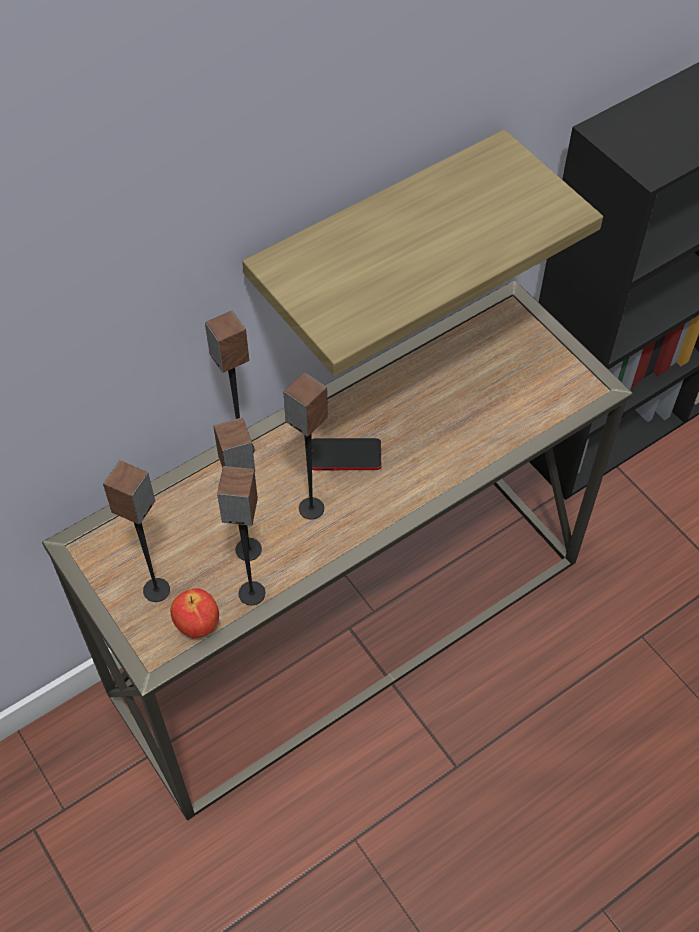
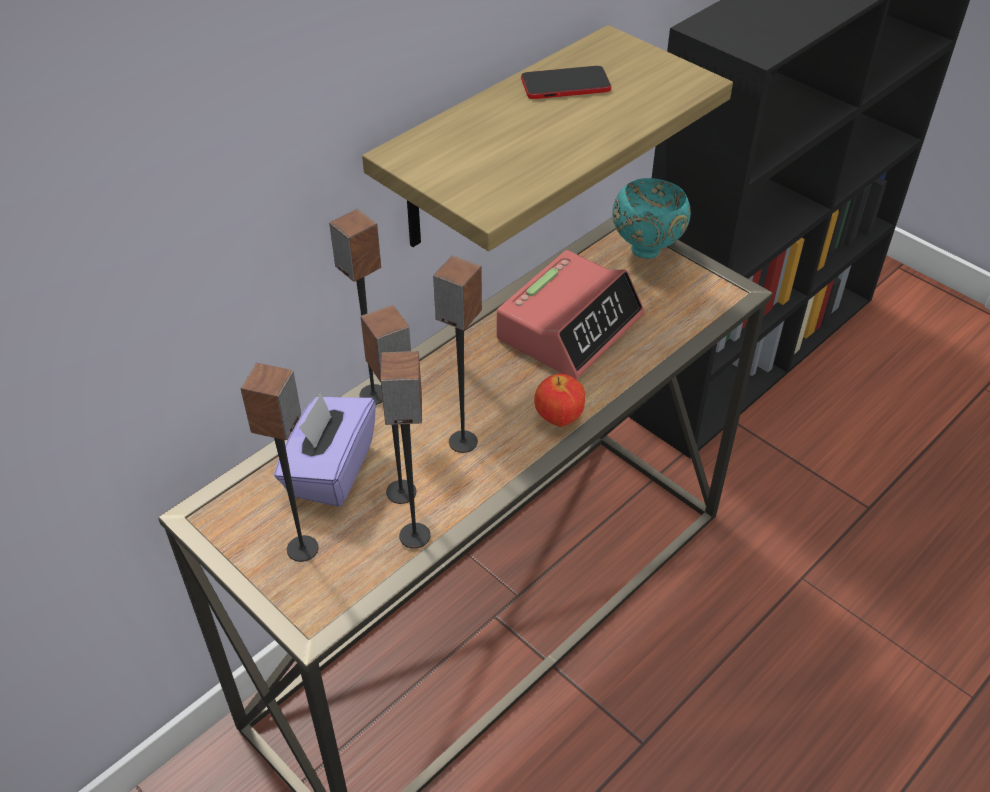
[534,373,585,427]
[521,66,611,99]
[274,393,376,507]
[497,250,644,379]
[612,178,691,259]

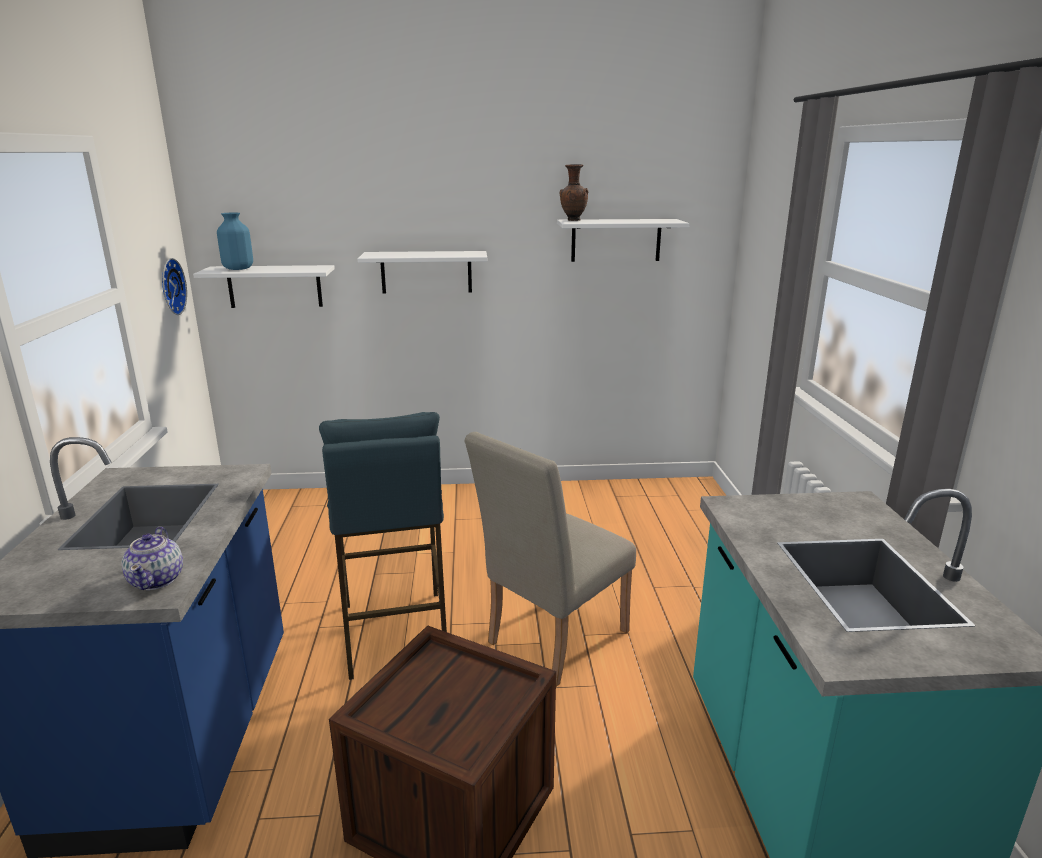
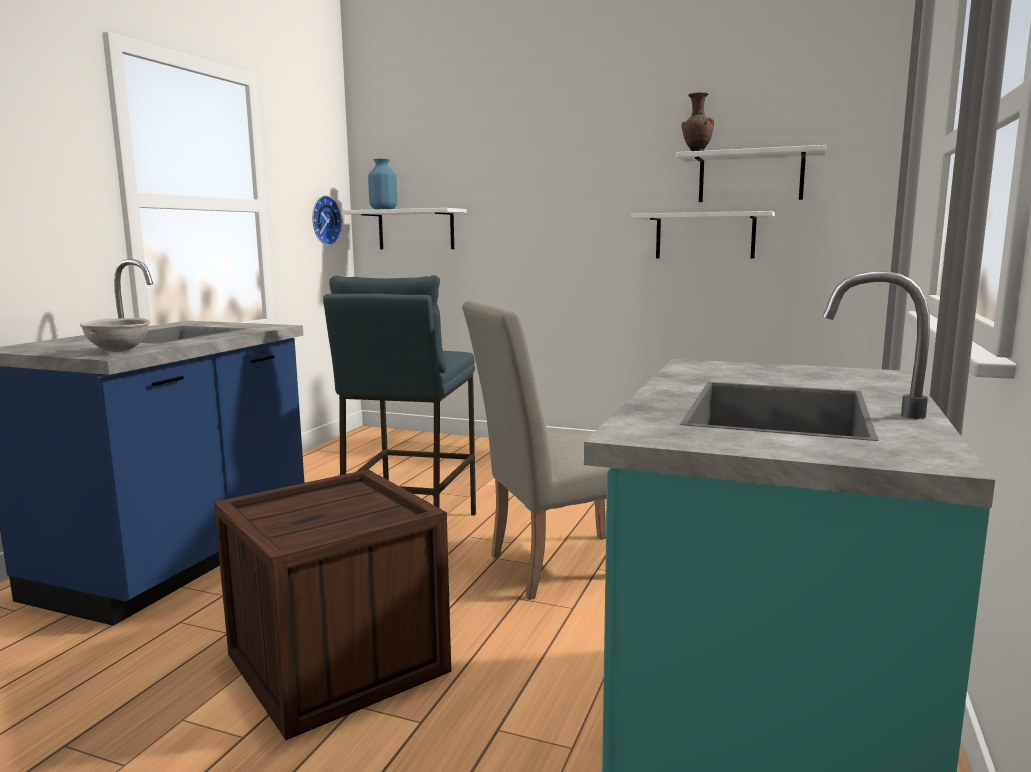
[80,318,150,352]
[631,211,775,259]

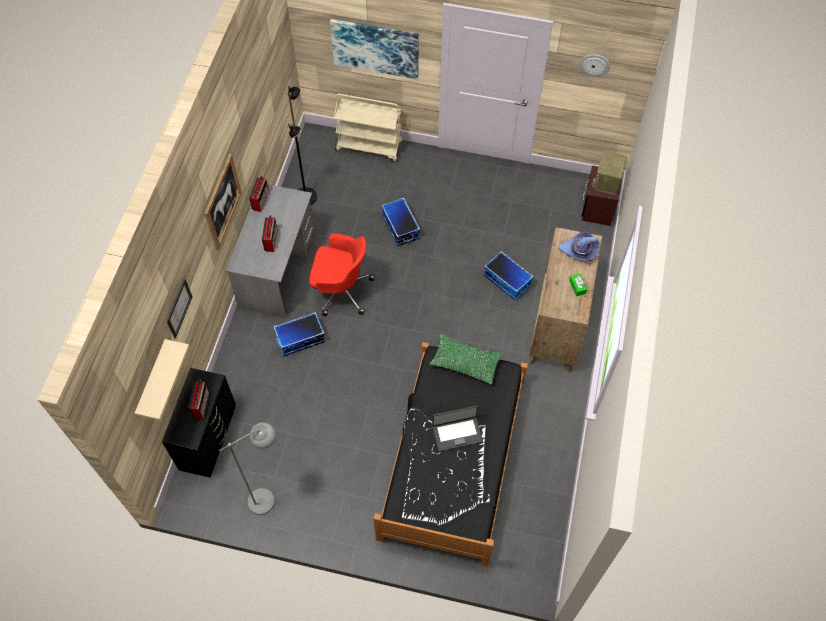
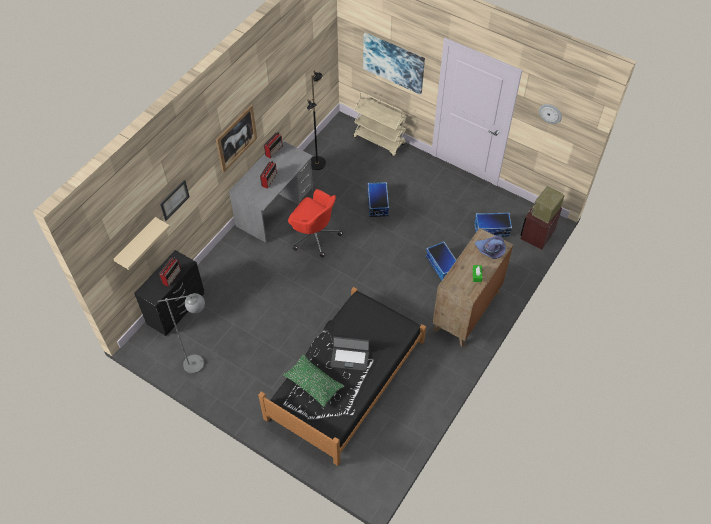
[474,212,512,237]
[283,354,345,407]

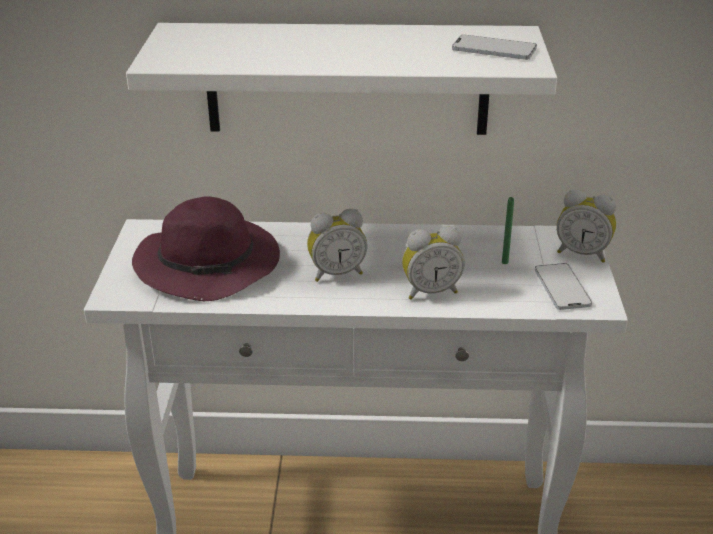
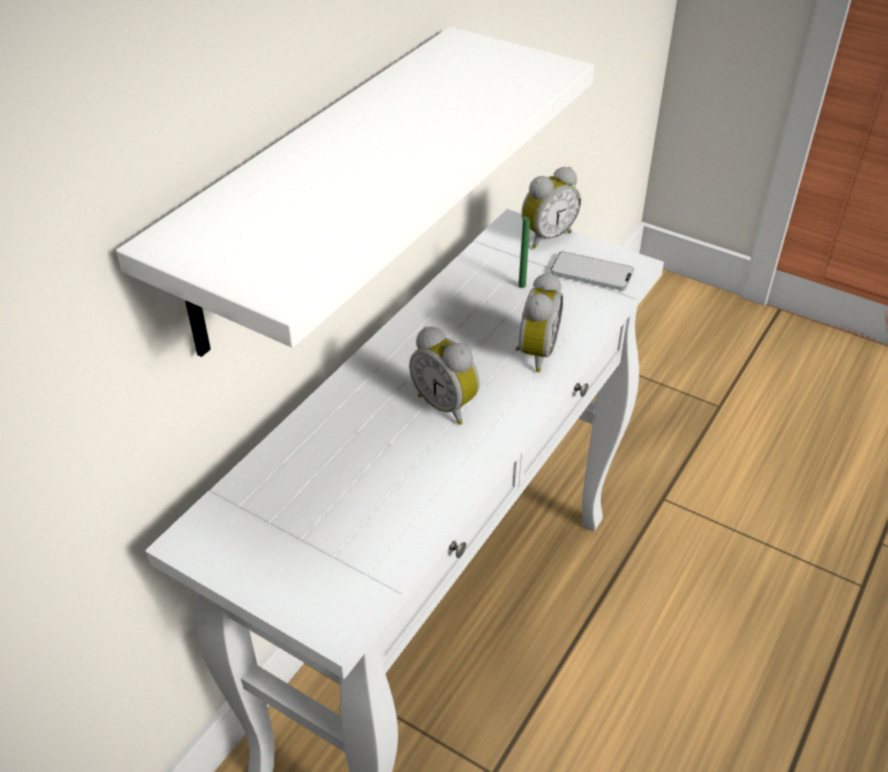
[132,196,280,301] (first image)
[409,326,480,425]
[452,35,537,60] (first image)

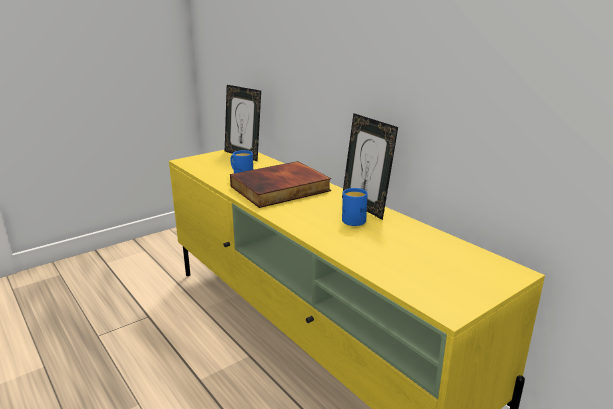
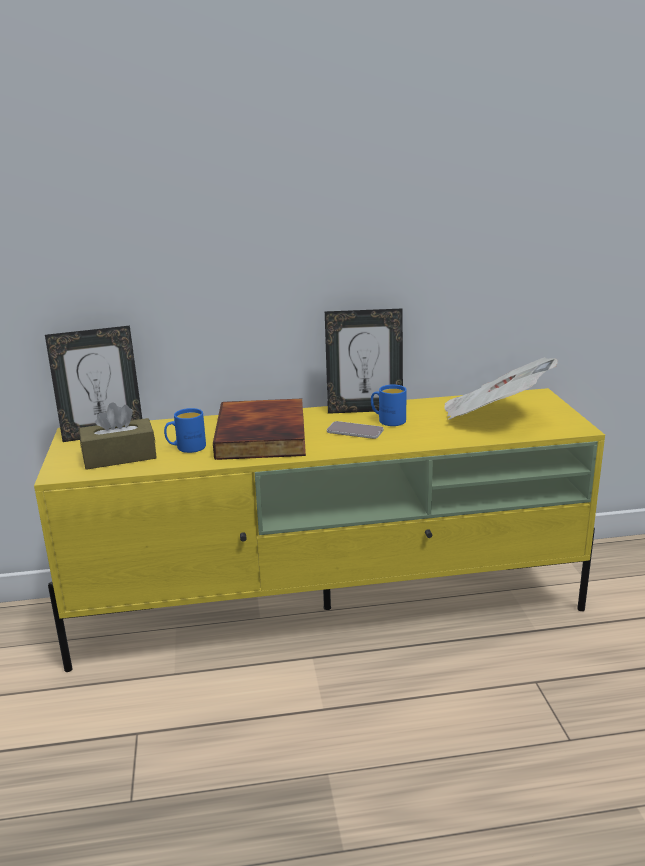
[79,402,157,470]
[327,421,384,439]
[444,357,558,420]

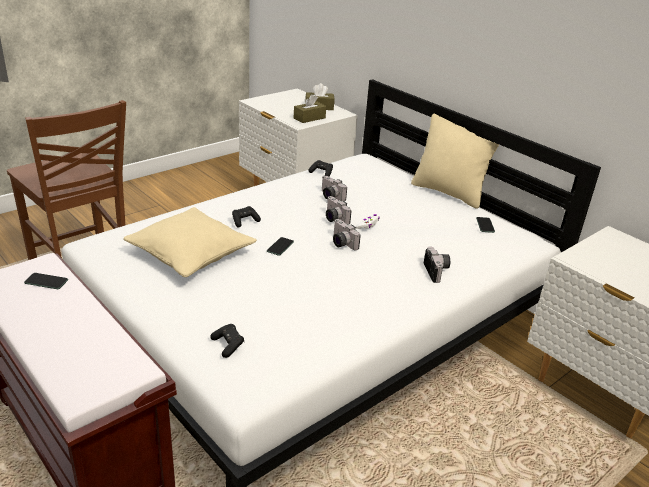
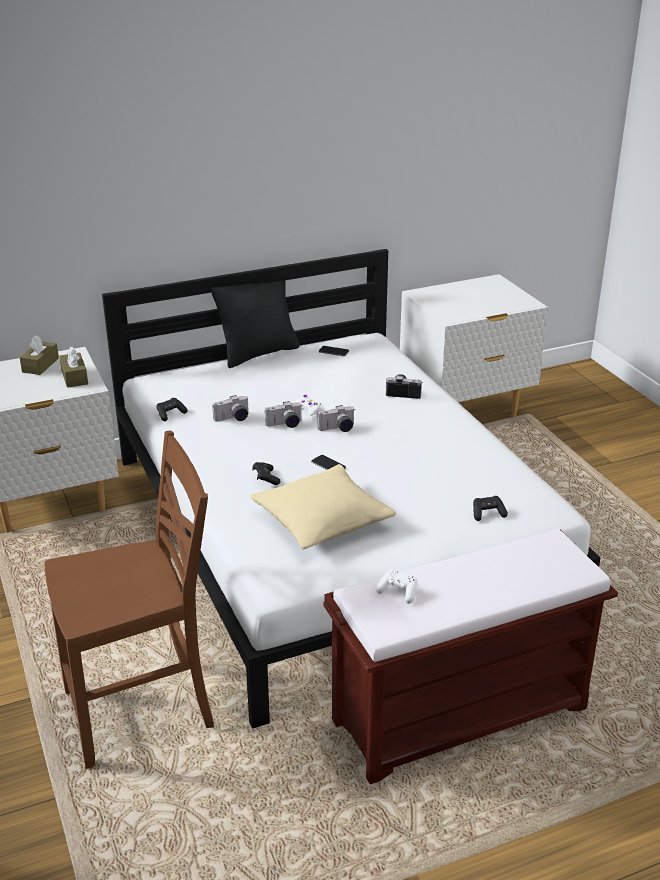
[376,569,417,604]
[211,281,300,368]

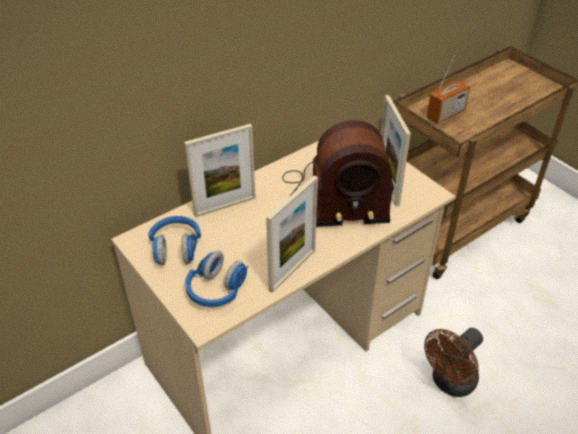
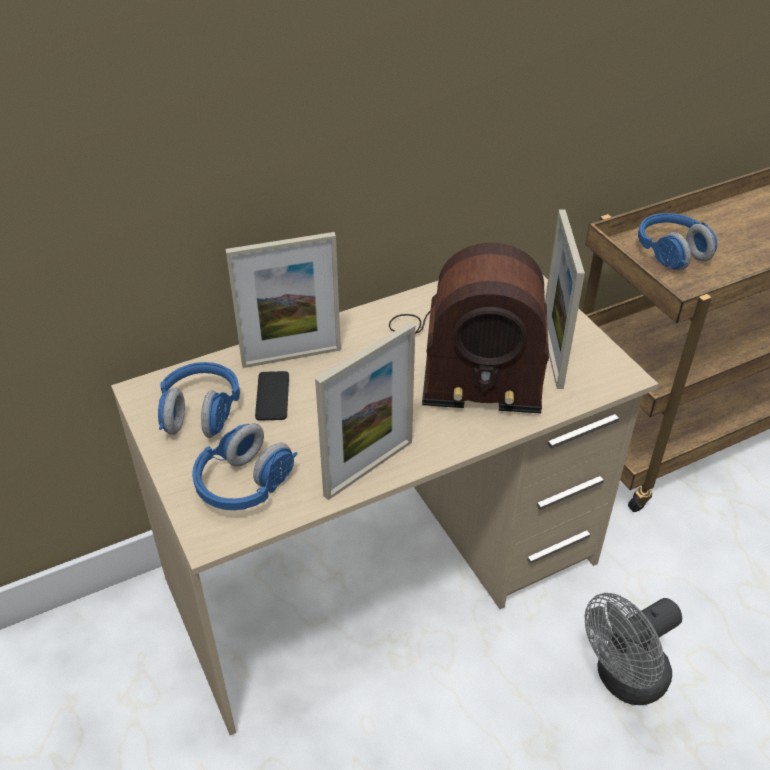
[585,593,682,705]
[638,213,717,270]
[255,371,289,420]

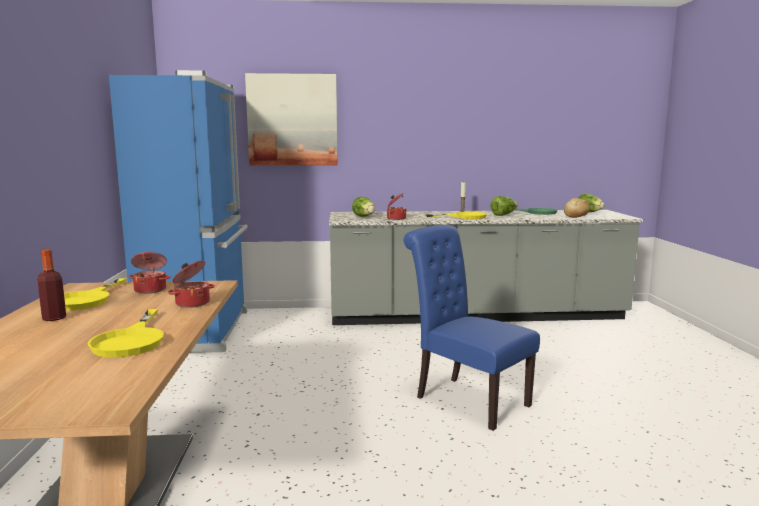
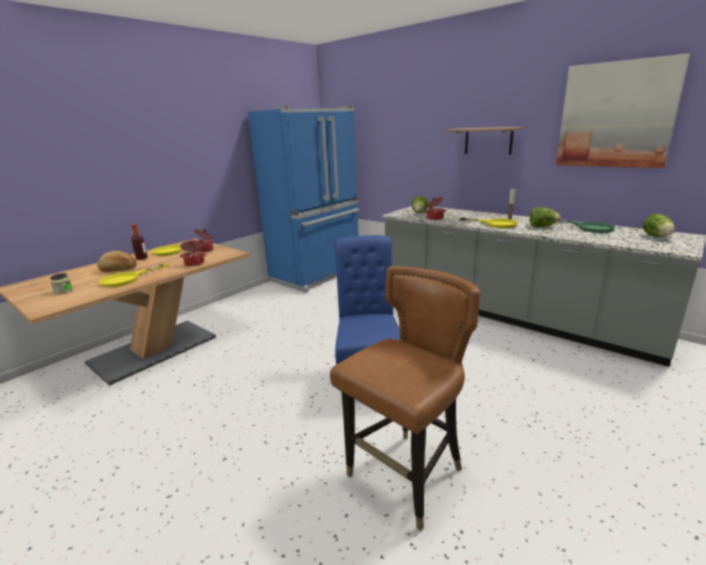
[556,53,690,168]
[98,251,137,272]
[50,273,73,294]
[330,266,480,531]
[445,127,524,155]

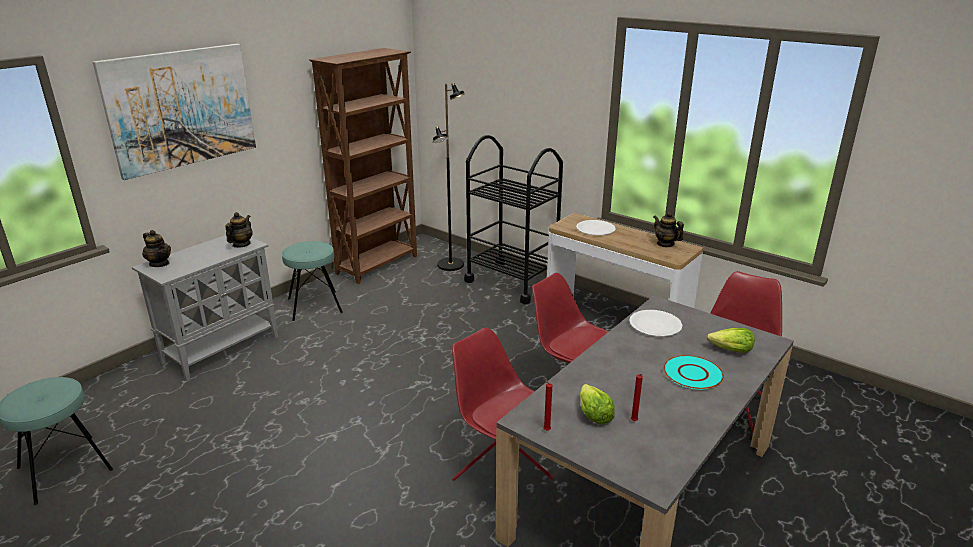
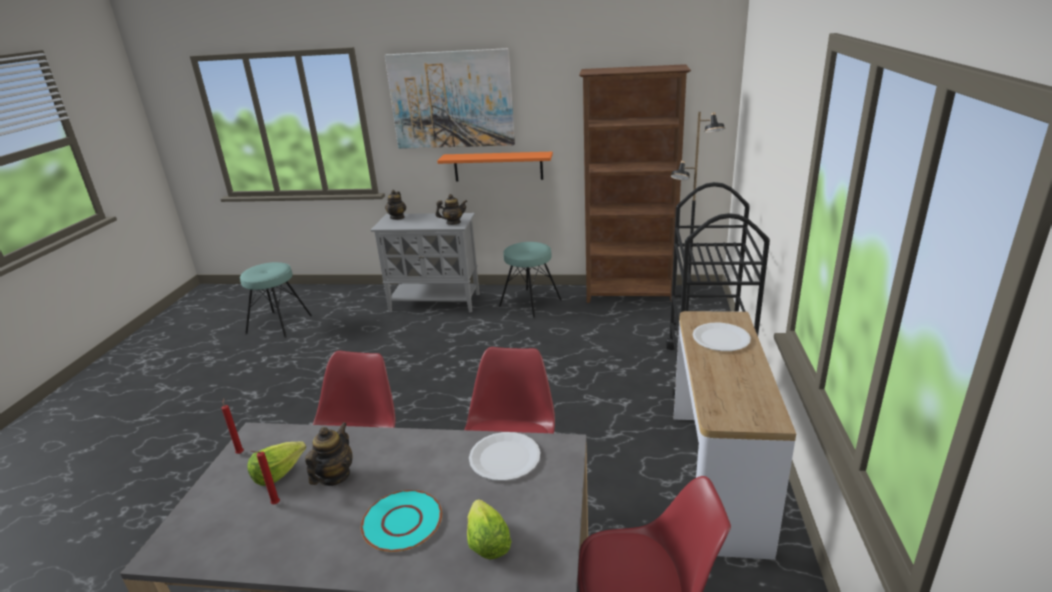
[305,422,352,486]
[437,152,553,181]

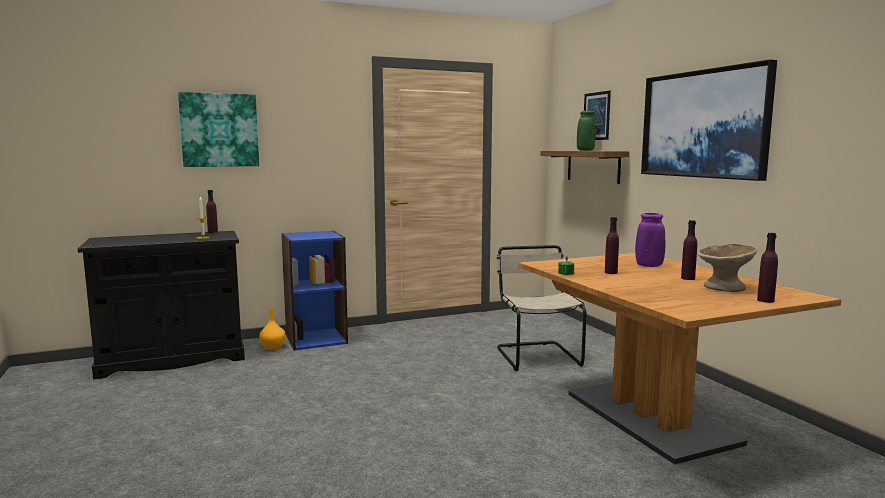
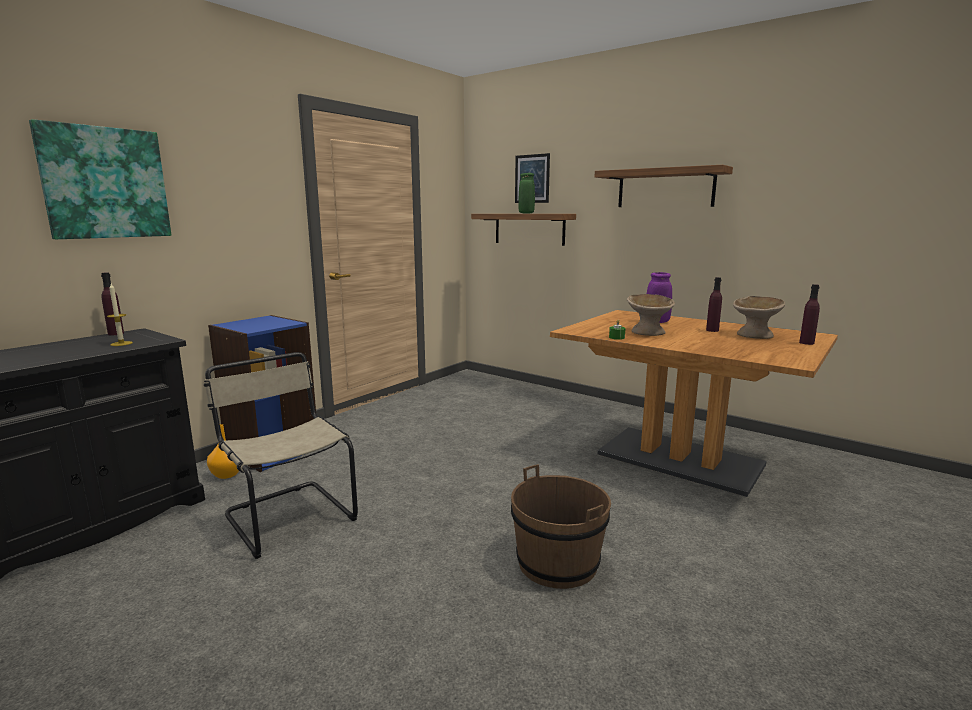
[204,352,358,559]
[627,294,675,336]
[595,165,733,207]
[511,464,611,589]

